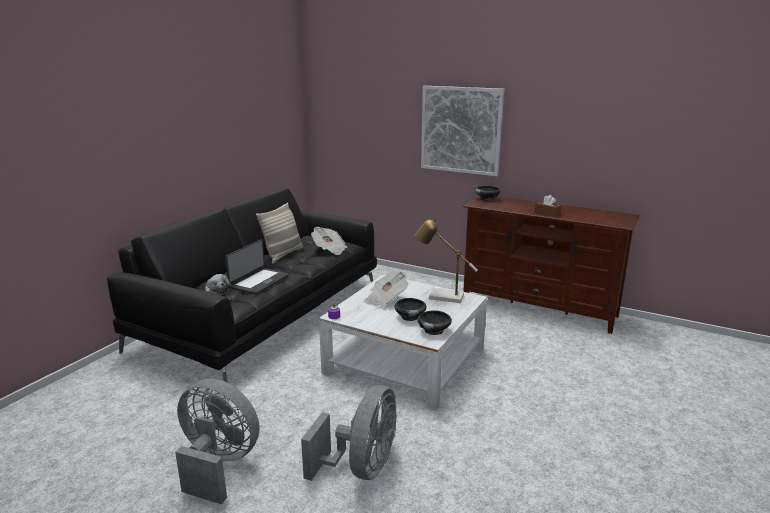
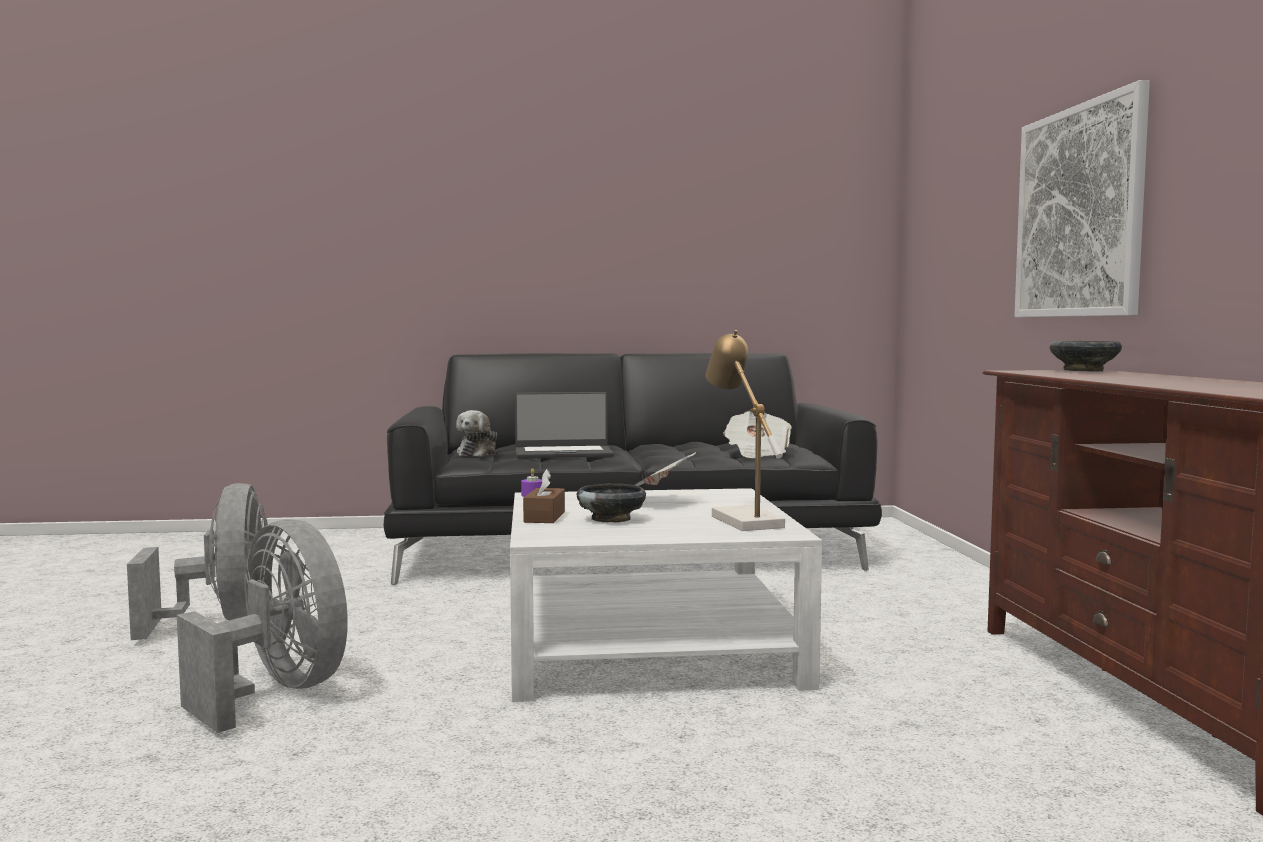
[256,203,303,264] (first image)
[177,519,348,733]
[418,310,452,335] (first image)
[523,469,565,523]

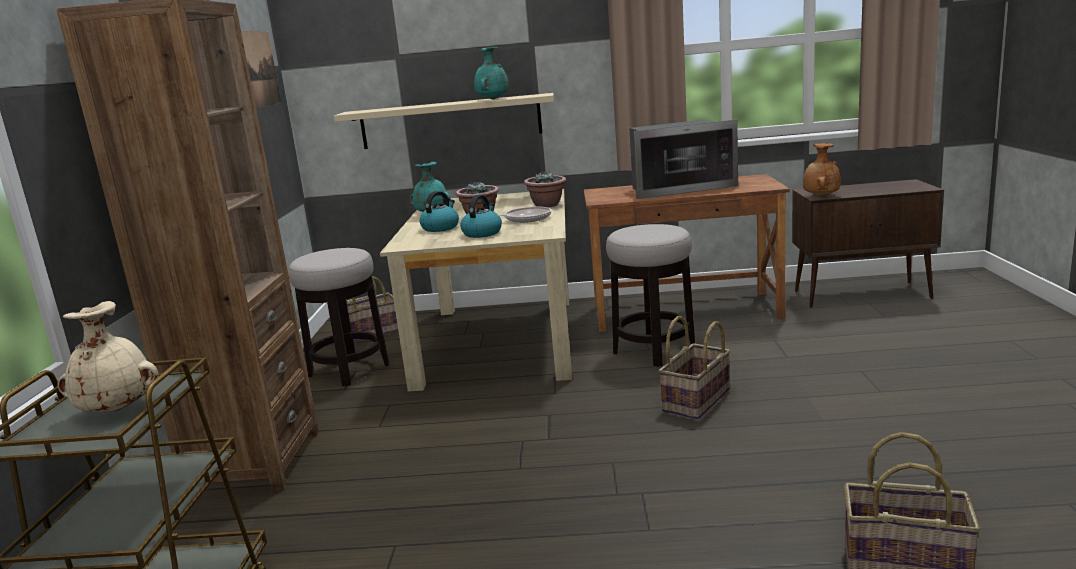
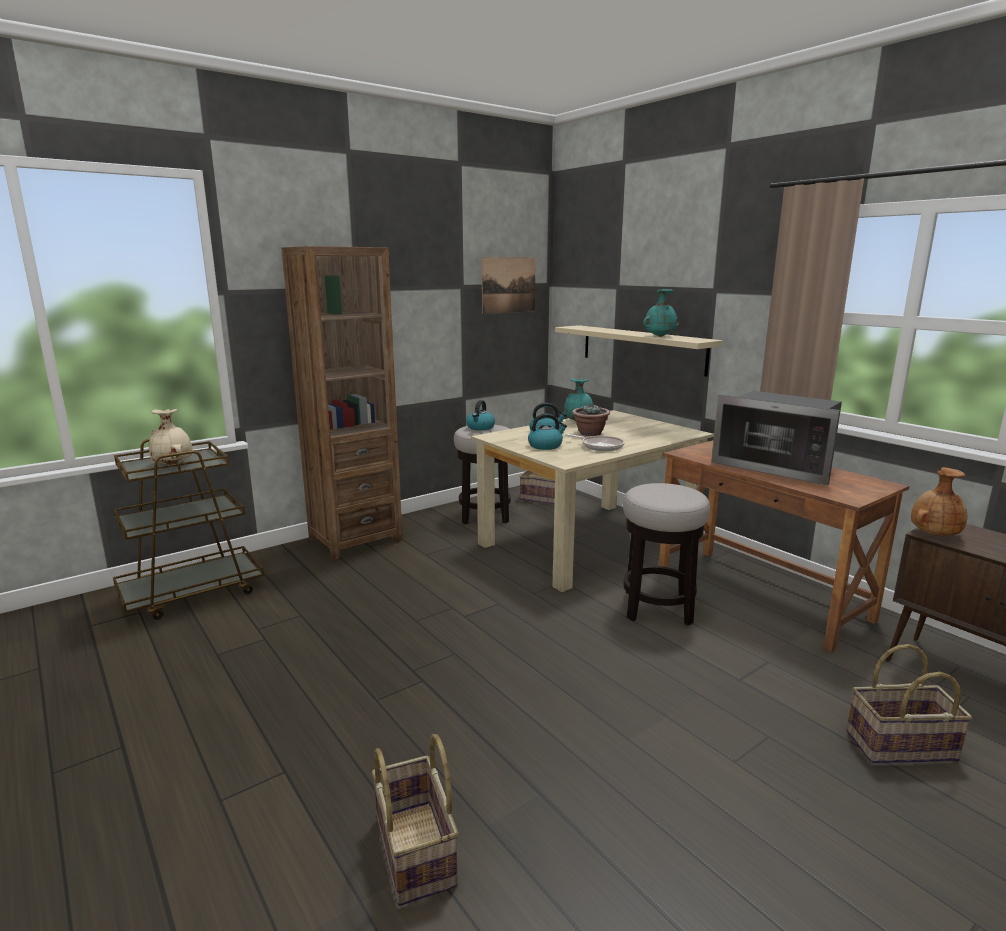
[524,172,566,207] (first image)
[847,644,972,763]
[466,400,495,430]

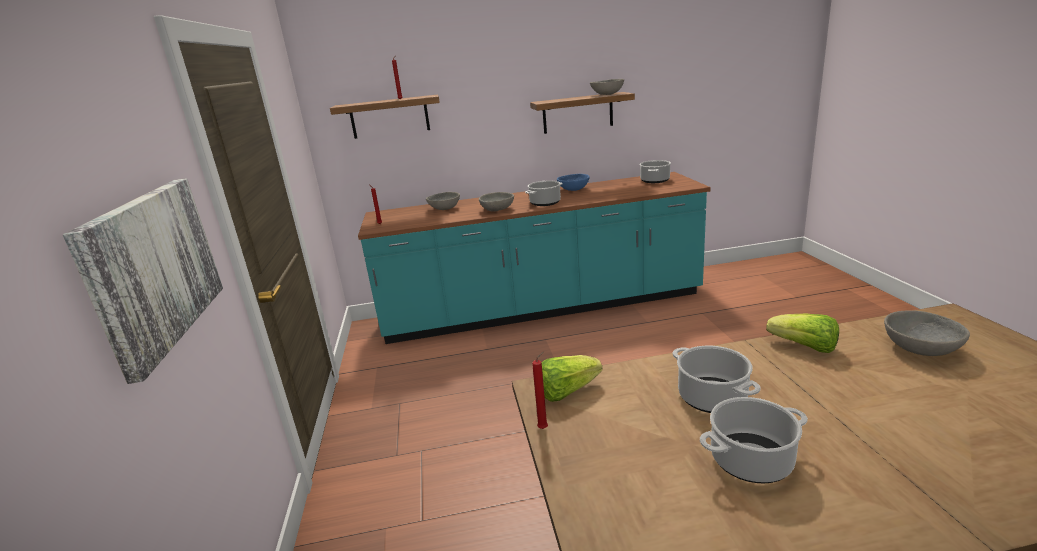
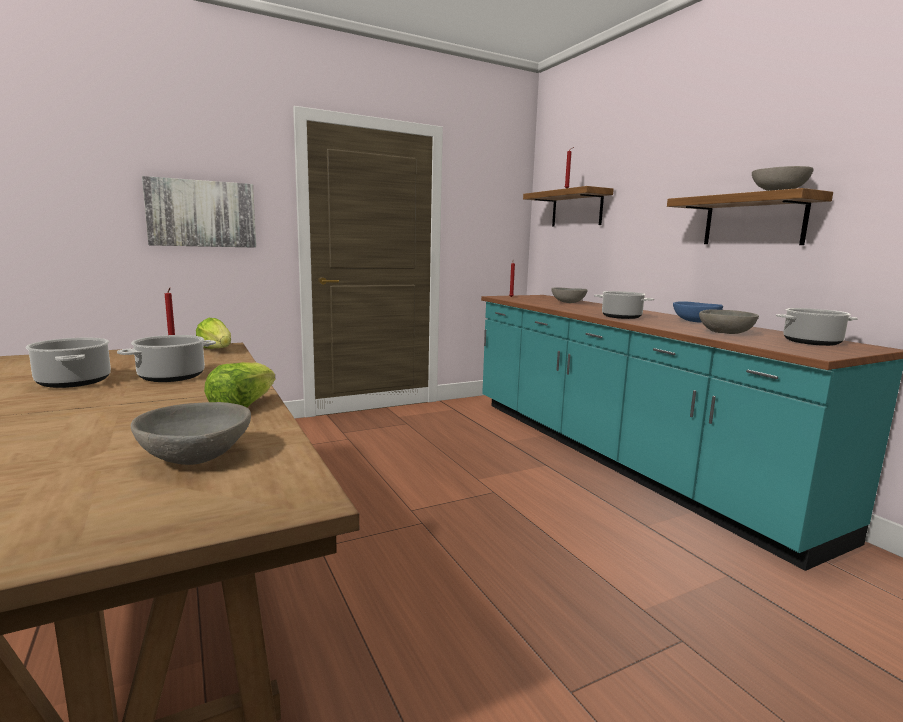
[699,309,759,334]

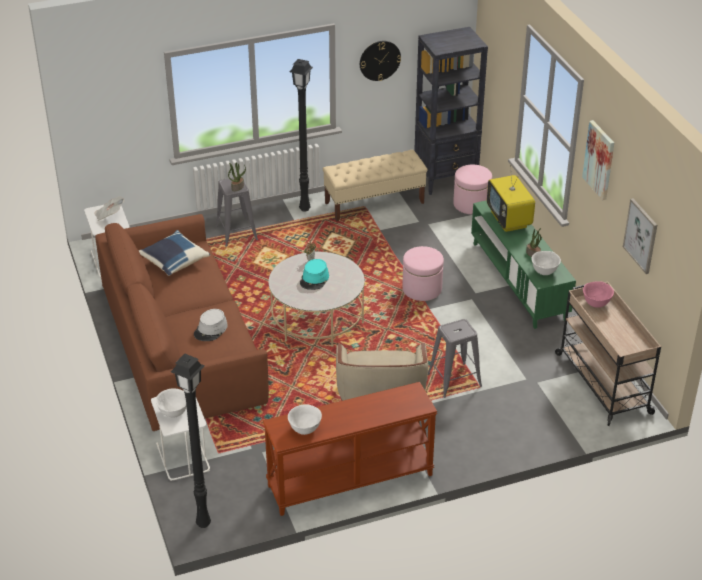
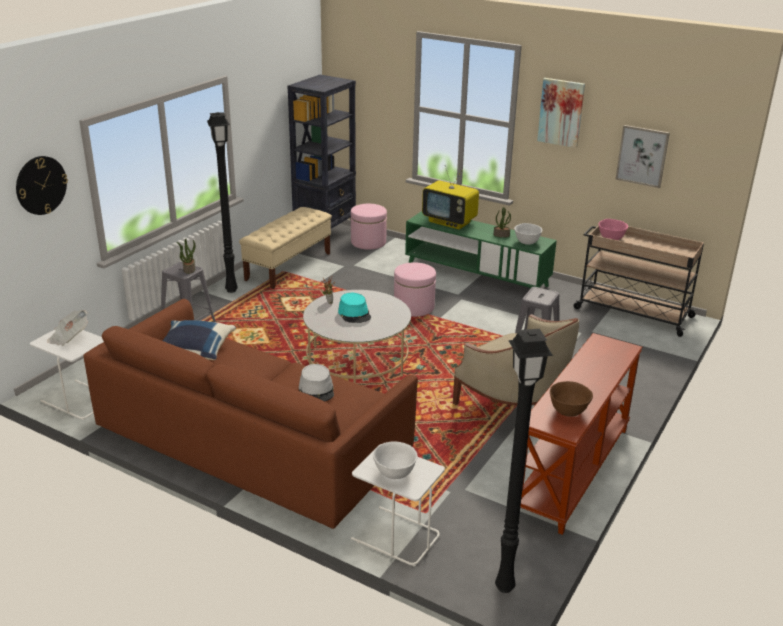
[550,381,593,417]
[16,156,68,215]

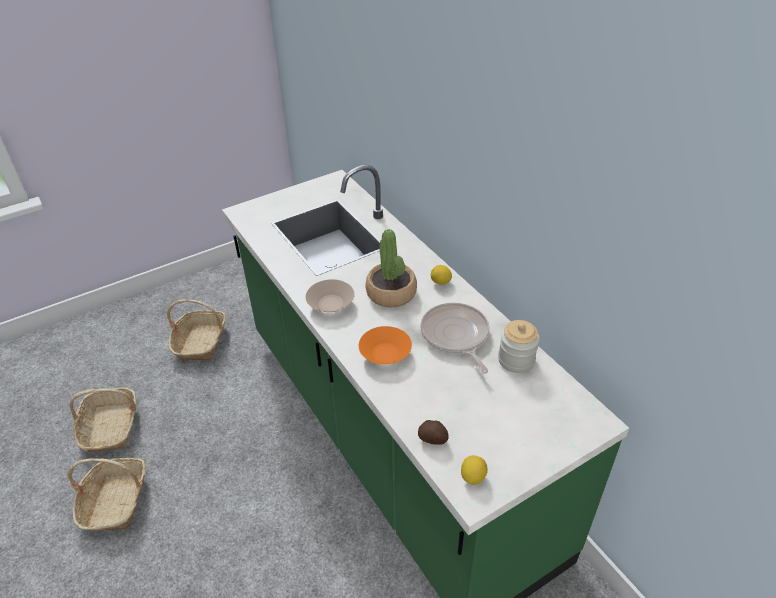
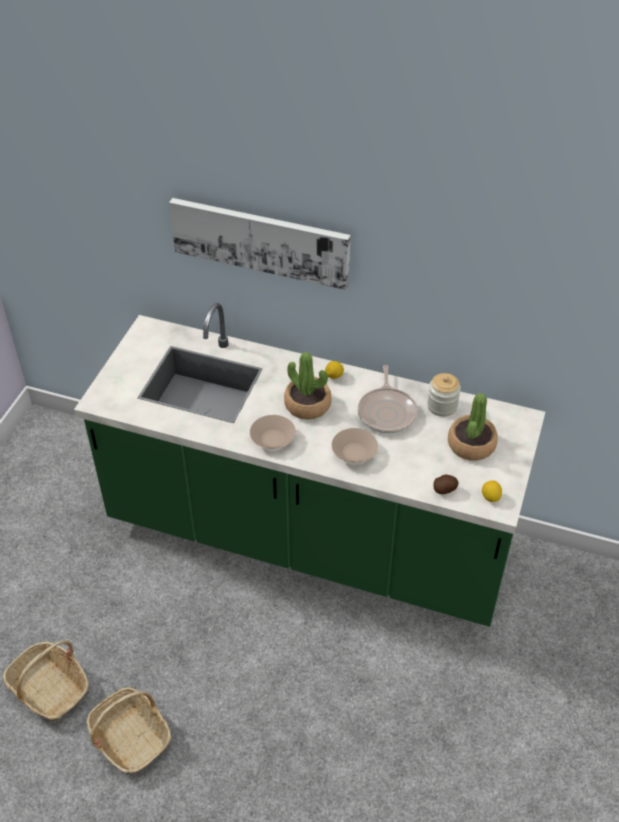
[167,299,226,361] (first image)
[332,428,378,463]
[358,365,418,434]
[169,198,350,290]
[448,393,498,461]

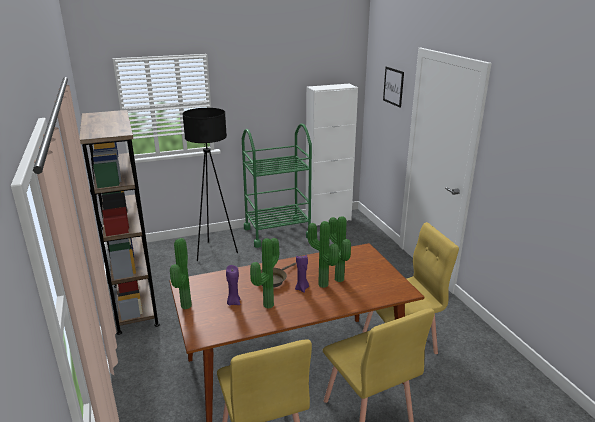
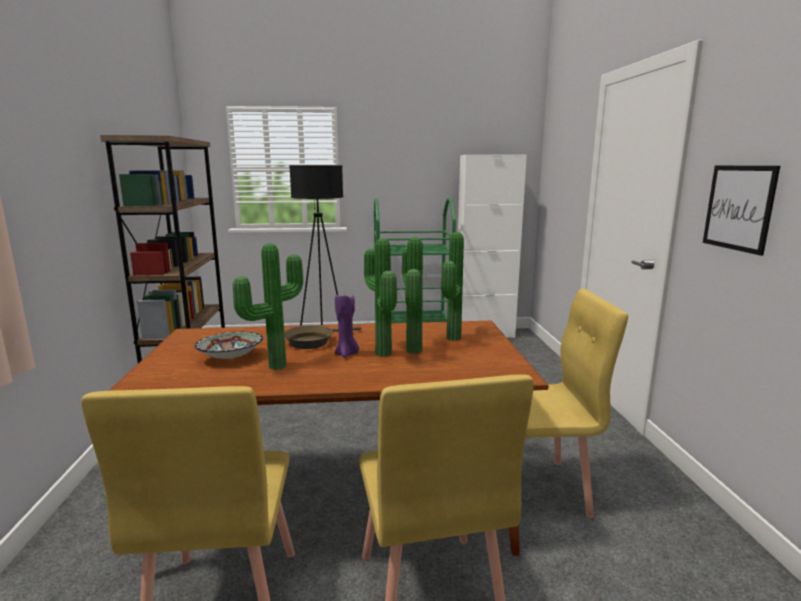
[441,232,464,341]
[195,332,263,359]
[703,166,780,256]

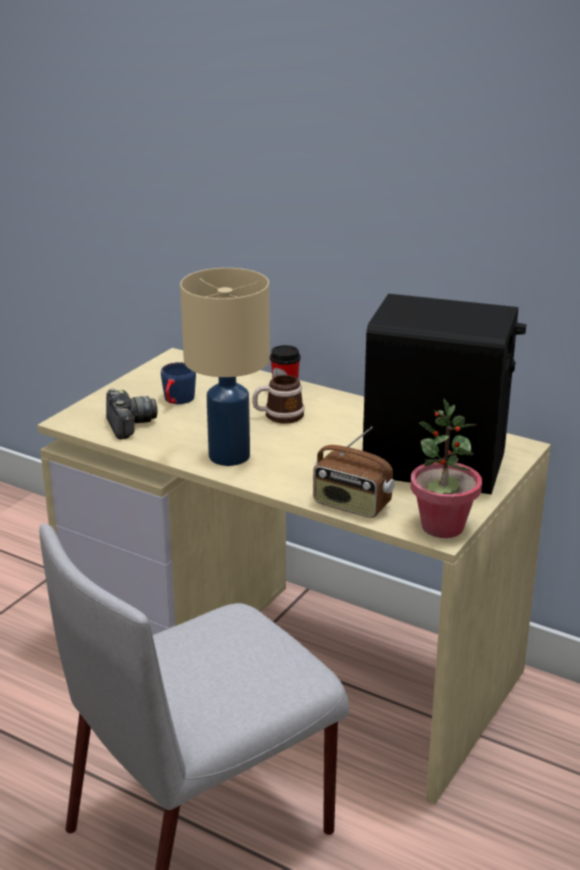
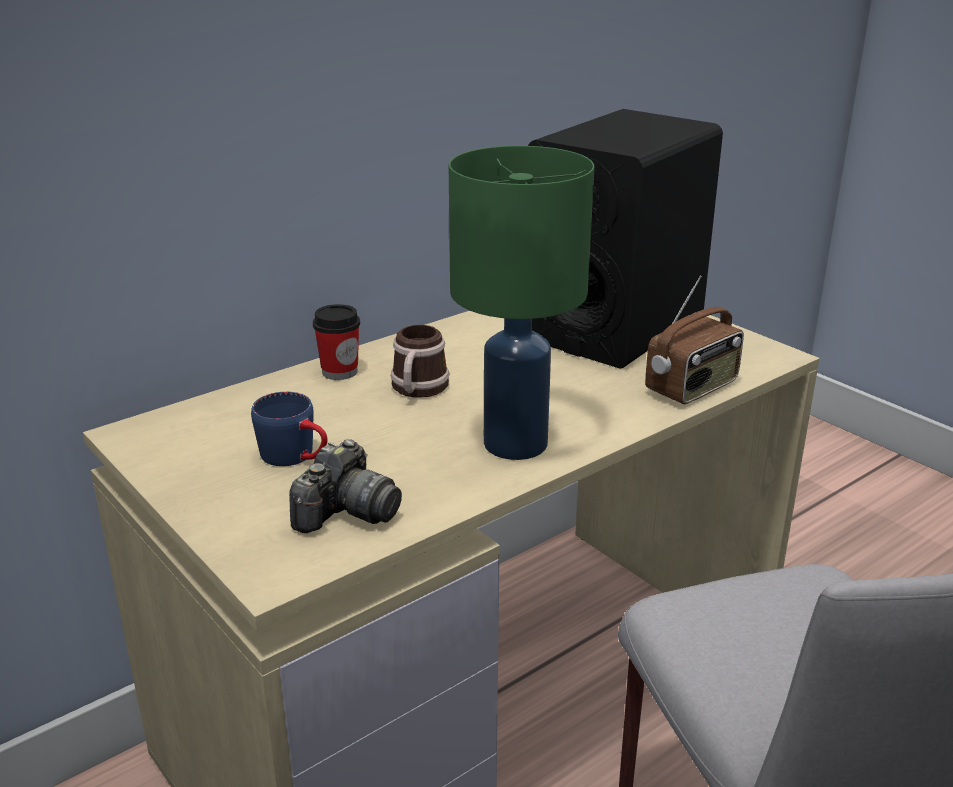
[289,439,402,533]
[449,146,594,460]
[410,398,482,538] (first image)

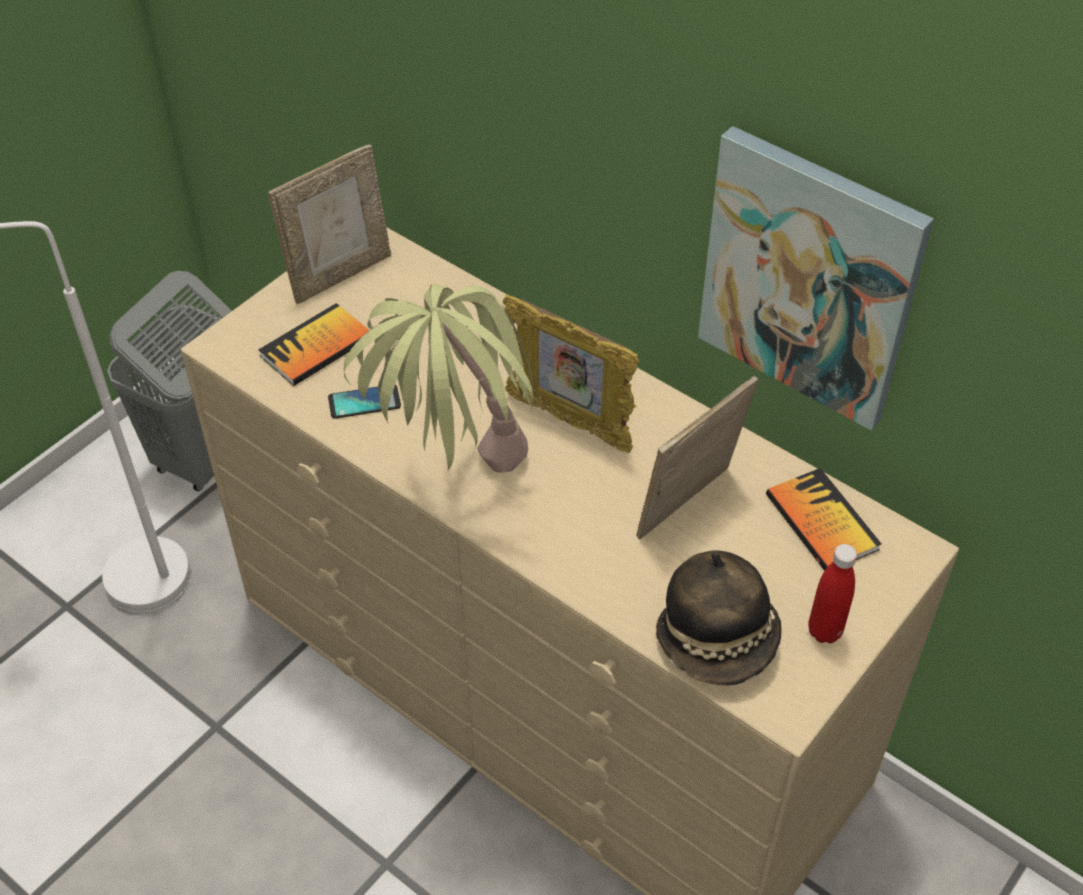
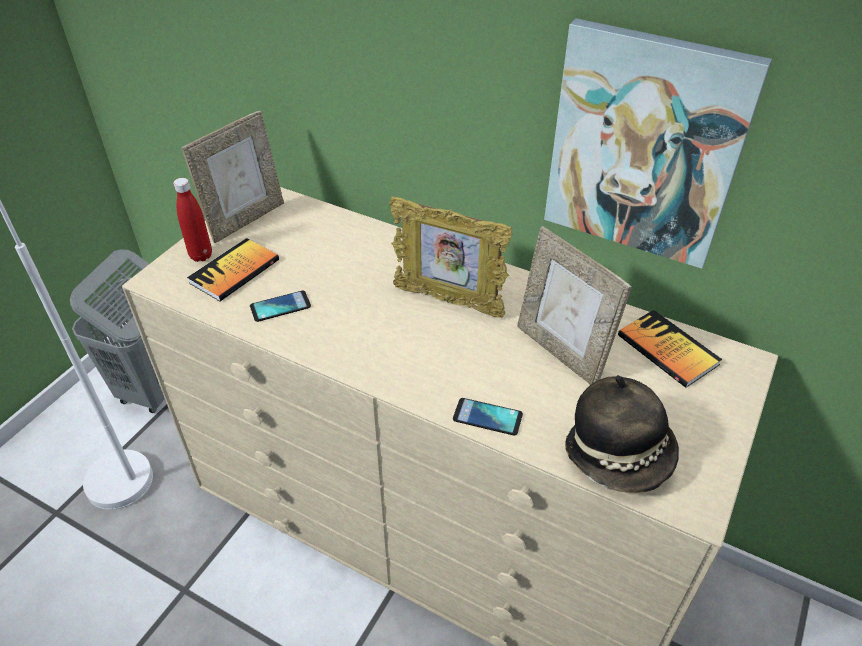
[344,284,535,473] (first image)
[517,226,632,385]
[173,178,212,262]
[453,398,523,435]

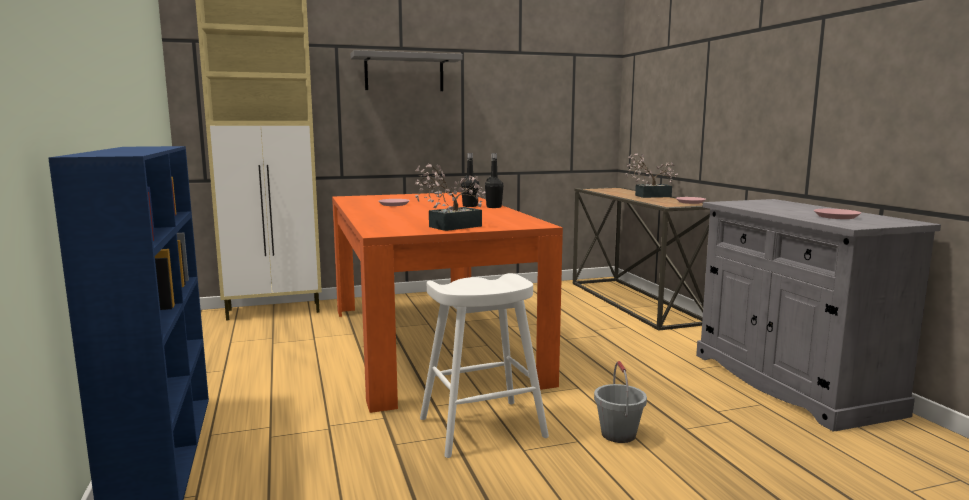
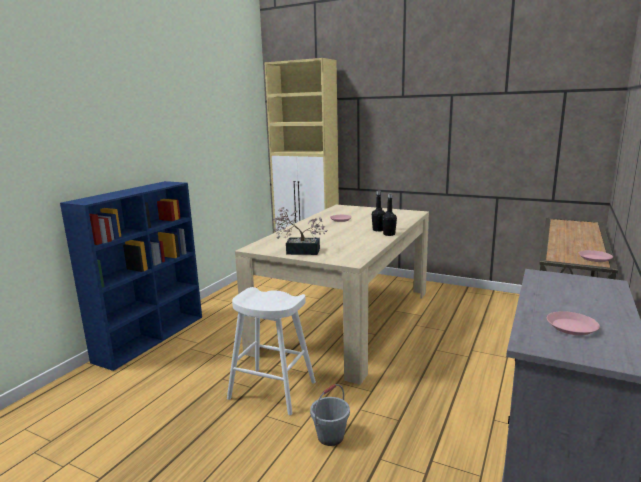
[235,205,429,385]
[351,50,463,91] (first image)
[626,153,678,198] (first image)

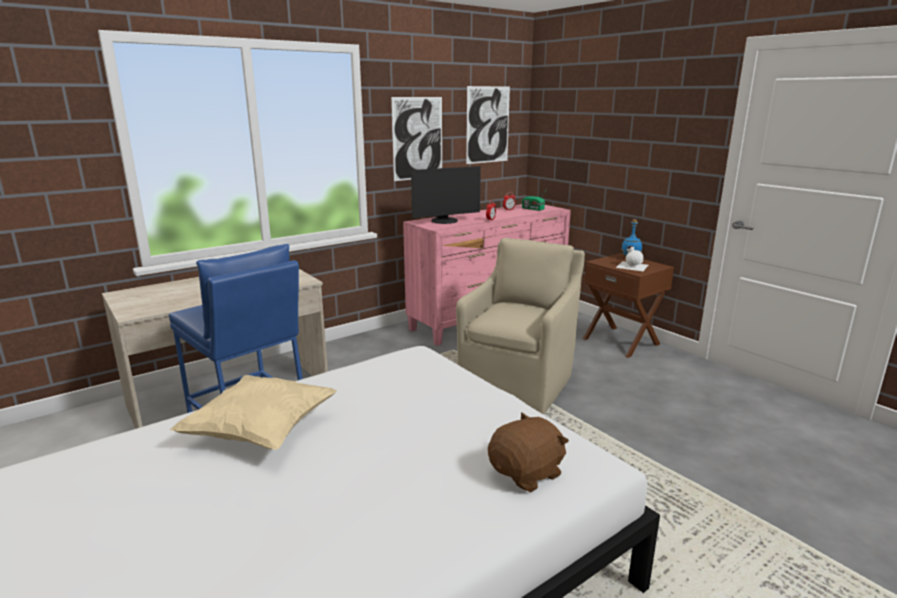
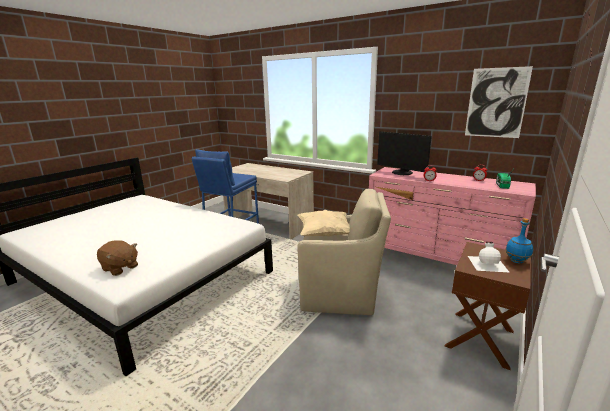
[298,210,350,236]
[391,97,442,181] (first image)

